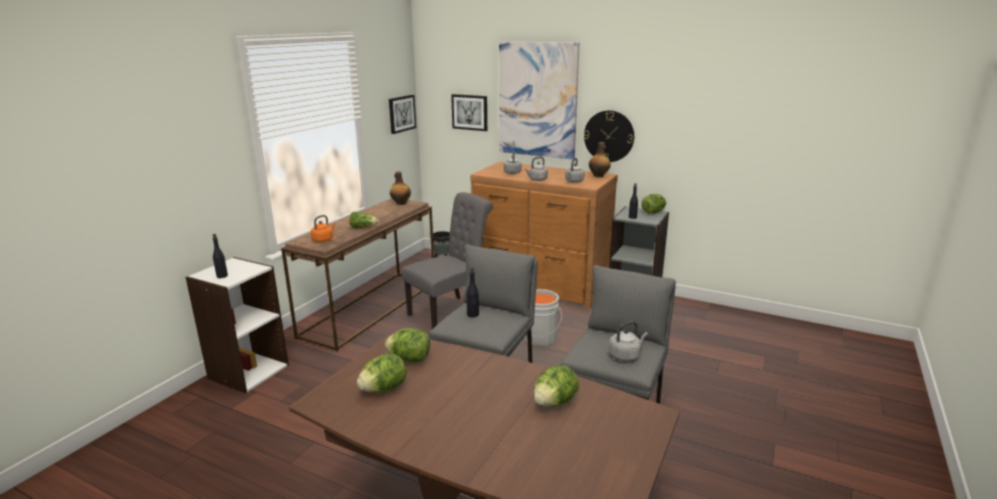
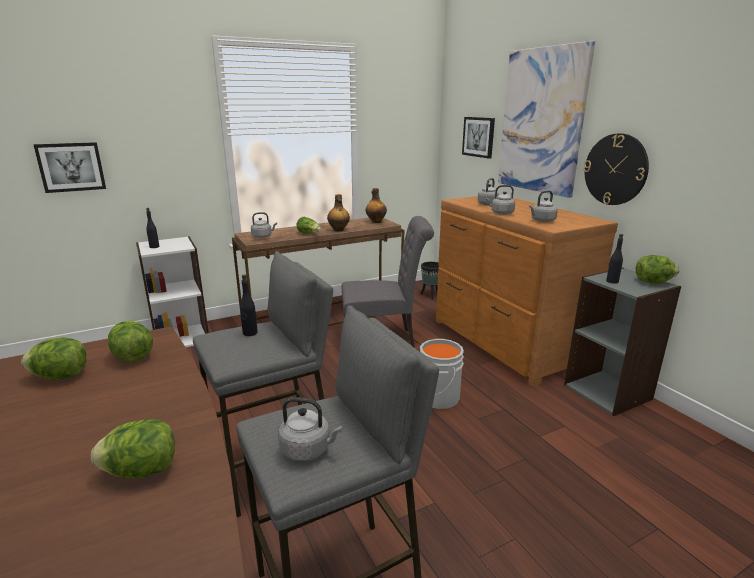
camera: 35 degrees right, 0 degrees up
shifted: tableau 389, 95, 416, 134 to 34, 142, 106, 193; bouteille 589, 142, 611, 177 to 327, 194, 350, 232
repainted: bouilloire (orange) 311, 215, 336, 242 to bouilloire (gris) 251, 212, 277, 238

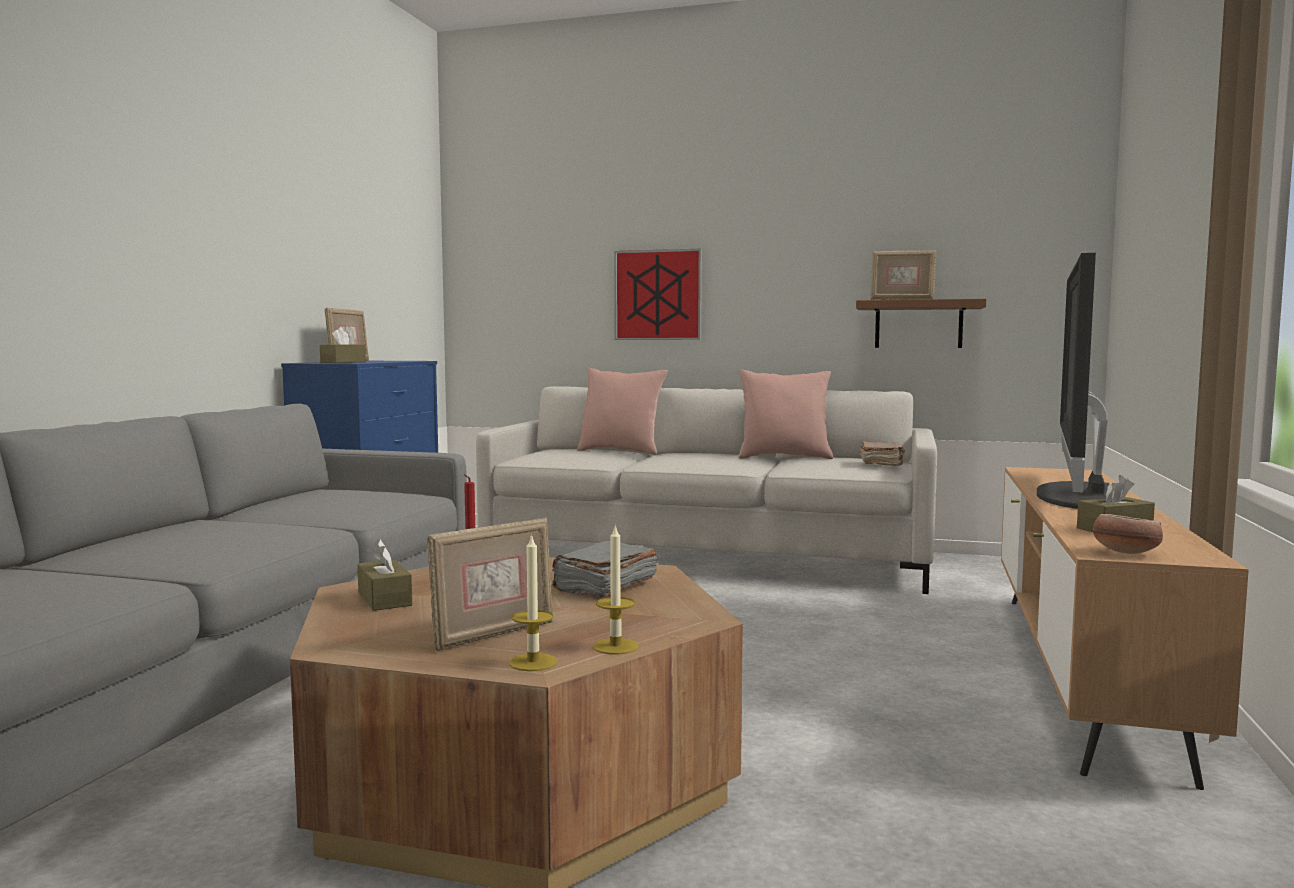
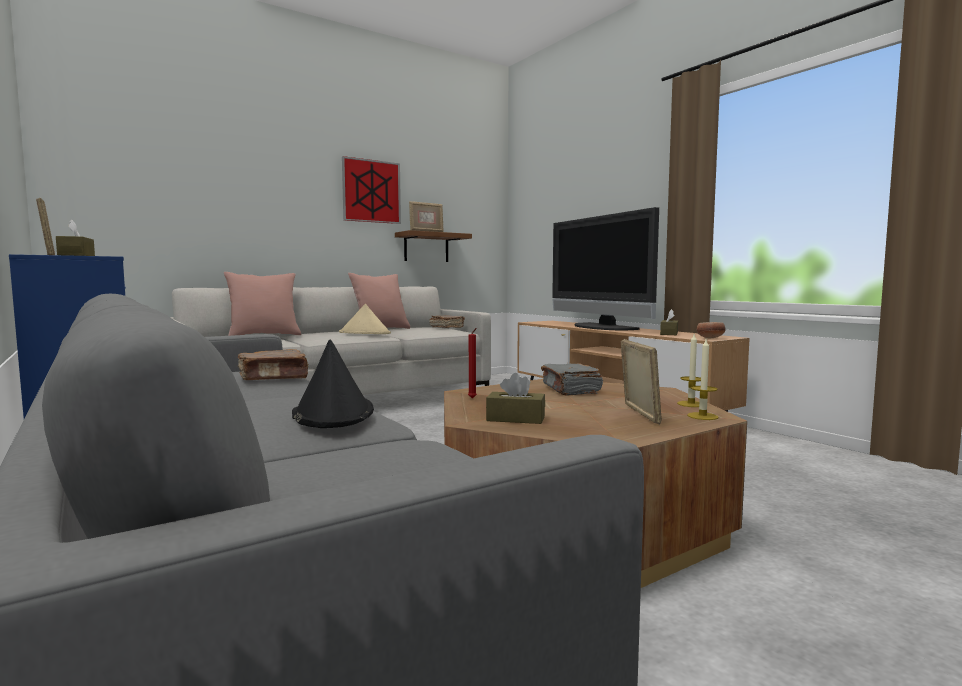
camera: 50 degrees left, 0 degrees up
new: chapeau (beige) 339, 304, 391, 334; chapeau (noir) 292, 340, 374, 428; livre (marron) 238, 349, 309, 380
shifted: tableau 614, 249, 702, 340 to 342, 156, 401, 224

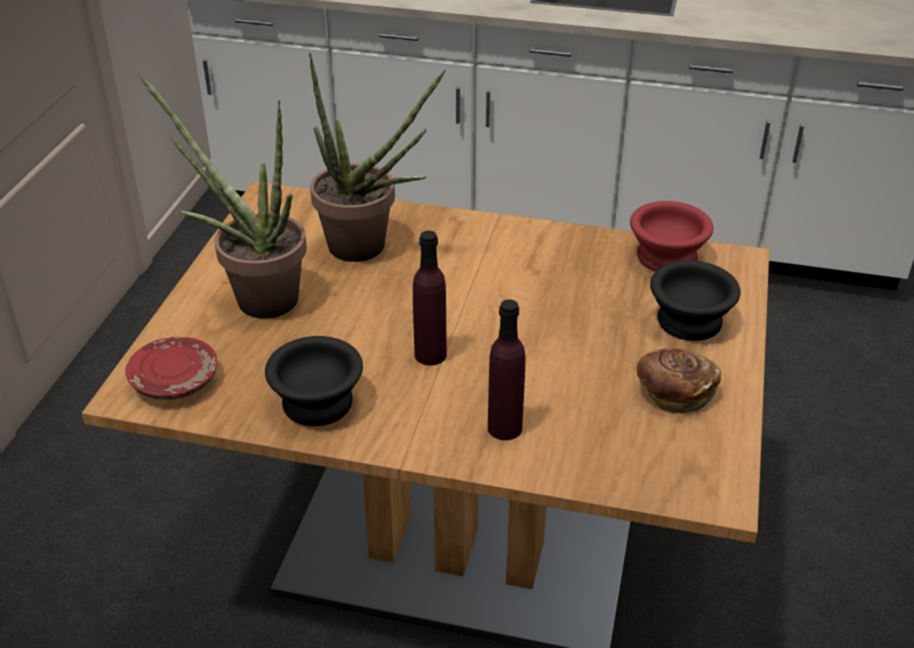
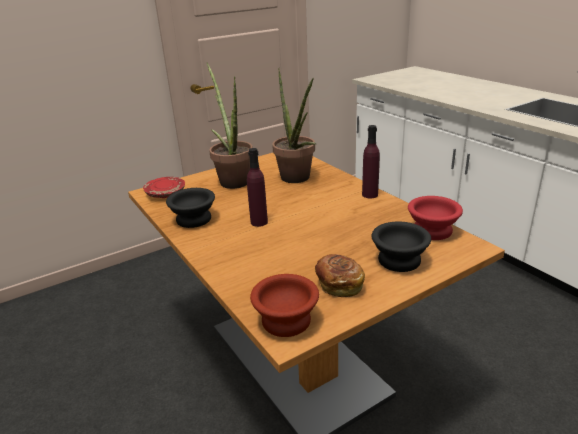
camera: 45 degrees right, 10 degrees down
new: bol (marron) 250, 274, 319, 337
shifted: bouteille (violet) 488, 299, 525, 440 to 362, 125, 380, 198

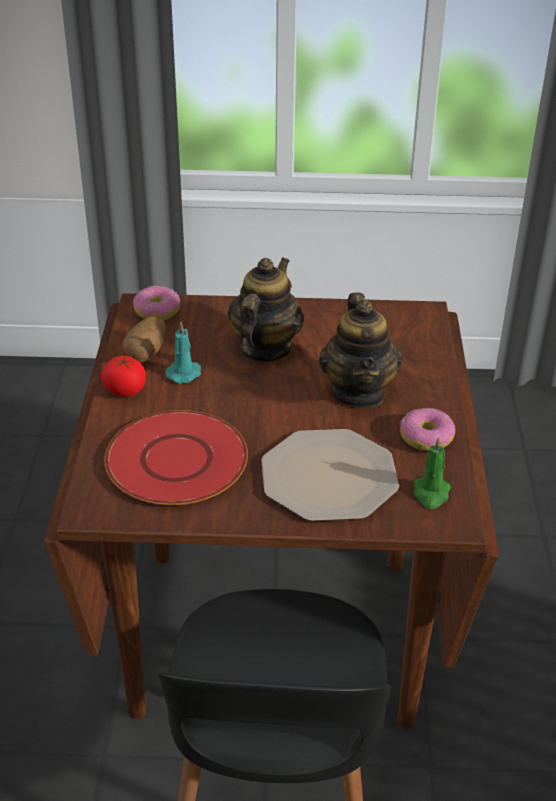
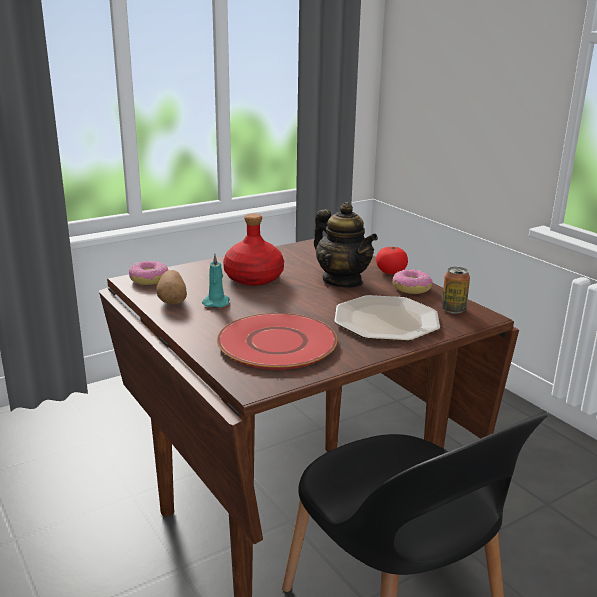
camera: 35 degrees left, 15 degrees down
shifted: tomate 101, 355, 146, 397 to 376, 247, 408, 274
swapped: théière 228, 257, 304, 362 to bouteille (rouge) 223, 214, 284, 286; bougie (vert) 414, 437, 451, 509 to boîte métallique 442, 267, 470, 314

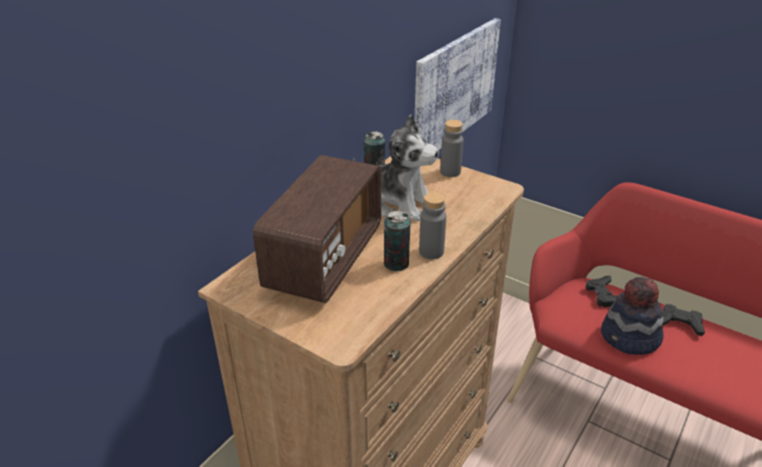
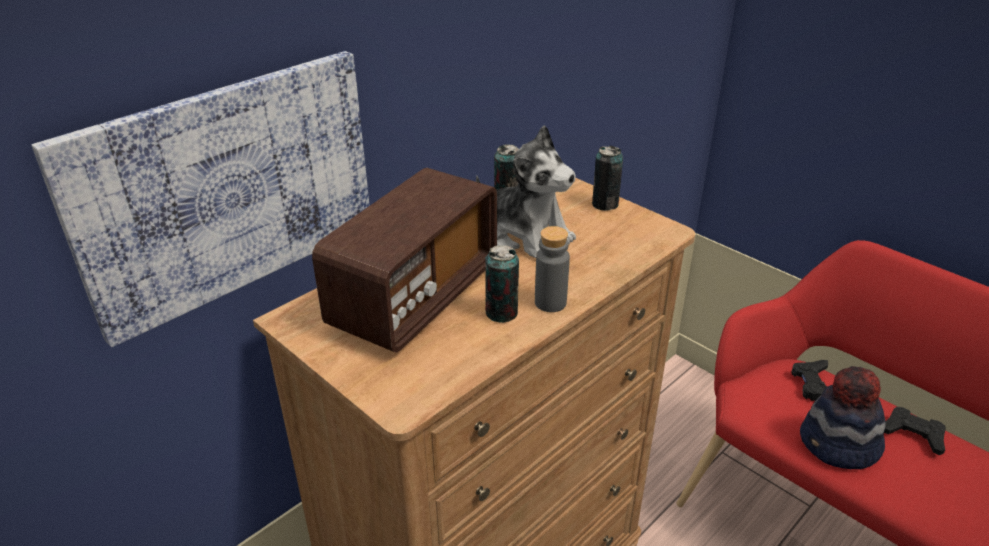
camera: 10 degrees right, 0 degrees up
shifted: tableau 415, 18, 501, 150 to 32, 51, 370, 347
swapped: bouteille (gris) 440, 120, 463, 177 to boîte métallique 592, 146, 623, 211

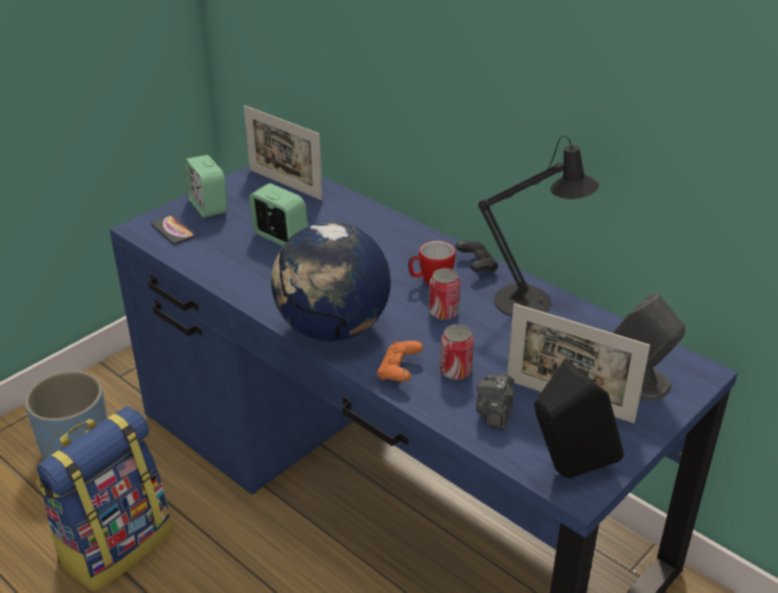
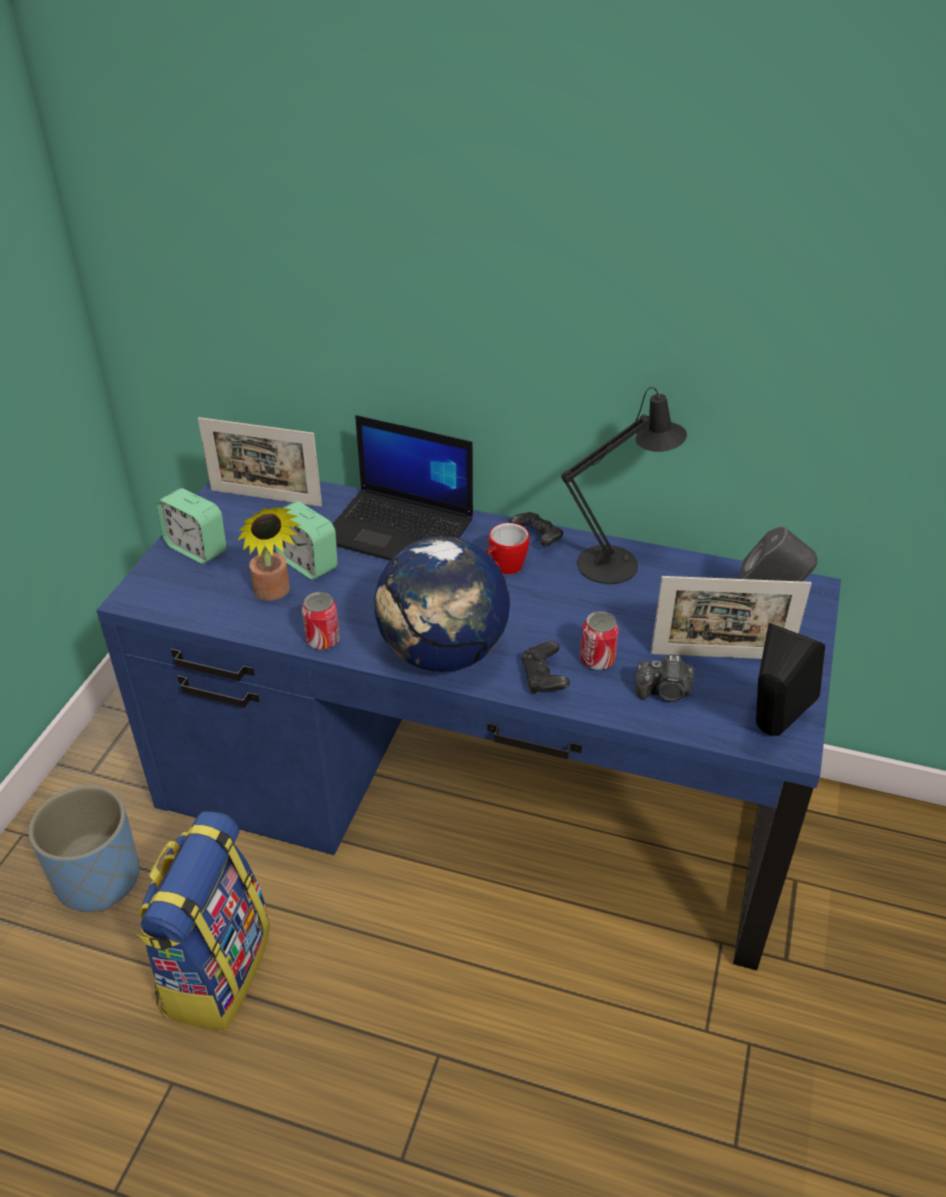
camera: 25 degrees left, 5 degrees up
gone: téléphone 151, 216, 195, 244
new: ordinateur portable 333, 415, 473, 560; plante en pot 237, 507, 302, 601
shifted: boîte métallique 429, 268, 460, 320 to 302, 592, 340, 650
repainted: manette (orange) 377, 341, 423, 382 to manette (noir) 521, 641, 570, 694
rotated: réveil 249, 183, 308, 246 = 275, 501, 338, 580 150 degrees counterclockwise; appareil photo 476, 374, 514, 430 = 635, 654, 695, 702 75 degrees counterclockwise

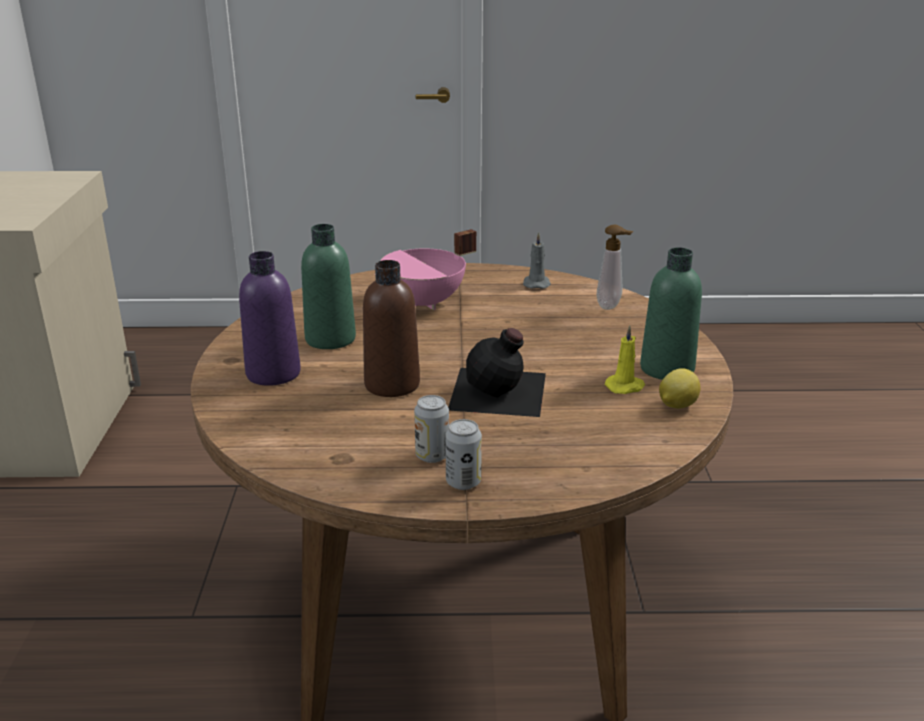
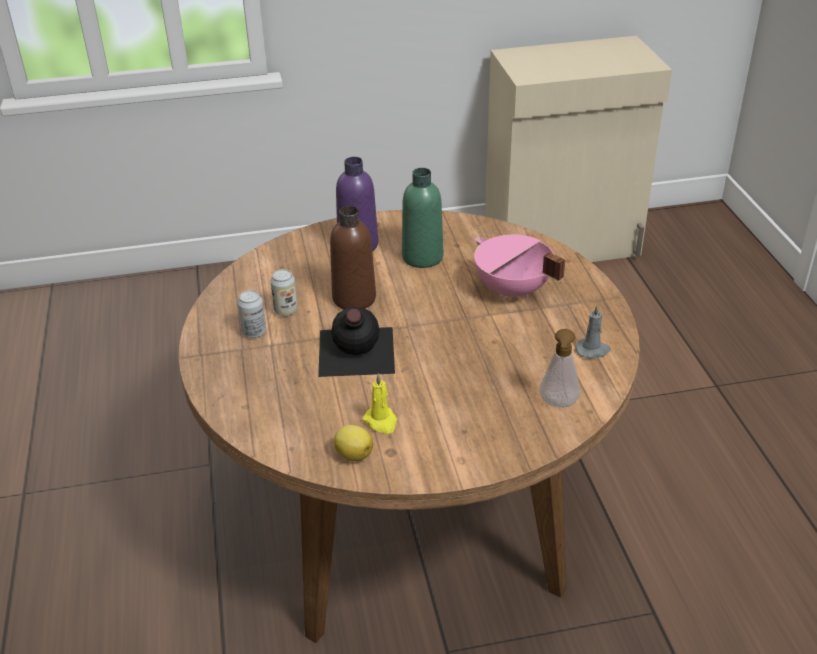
camera: 80 degrees right, 10 degrees up
gone: bouteille (vert) 640, 247, 702, 380
shifted: boîte métallique 445, 419, 482, 490 to 271, 269, 298, 316

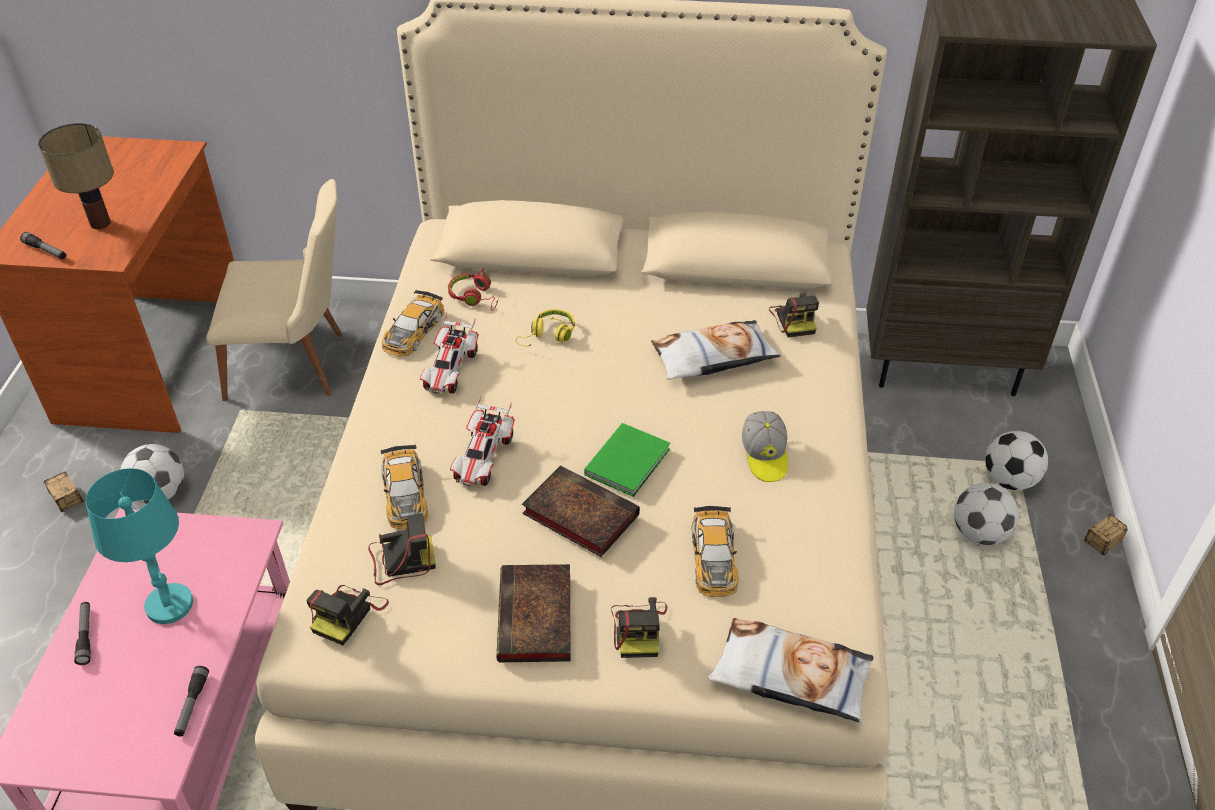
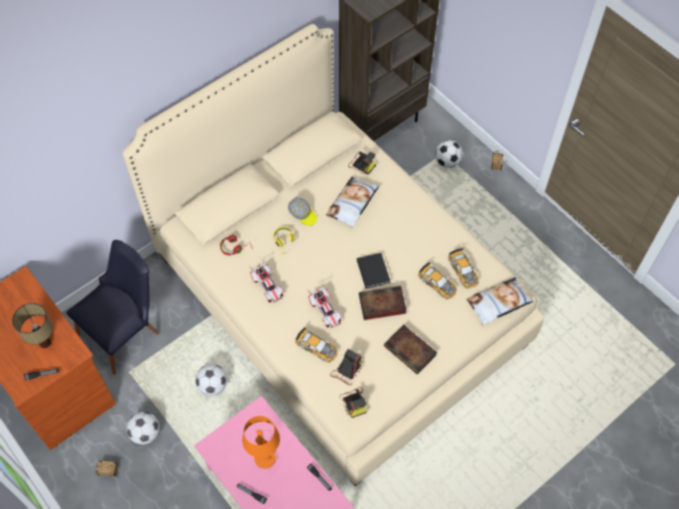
camera: 45 degrees left, 15 degrees up
gone: appareil photo 611, 597, 667, 658
shifted: petite voiture 382, 290, 444, 356 to 448, 248, 479, 288; casquette 742, 411, 788, 482 to 288, 197, 317, 226; ballon de foot 954, 483, 1019, 545 to 195, 364, 227, 396
repainted: chaise (beige) 206, 179, 342, 401 to chaise (noir) 66, 240, 159, 375; livre (vert) 584, 423, 670, 497 to livre (noir) 357, 253, 390, 289; lampe de table (turquoise) 86, 468, 193, 624 to lampe de table (orange) 242, 416, 280, 469

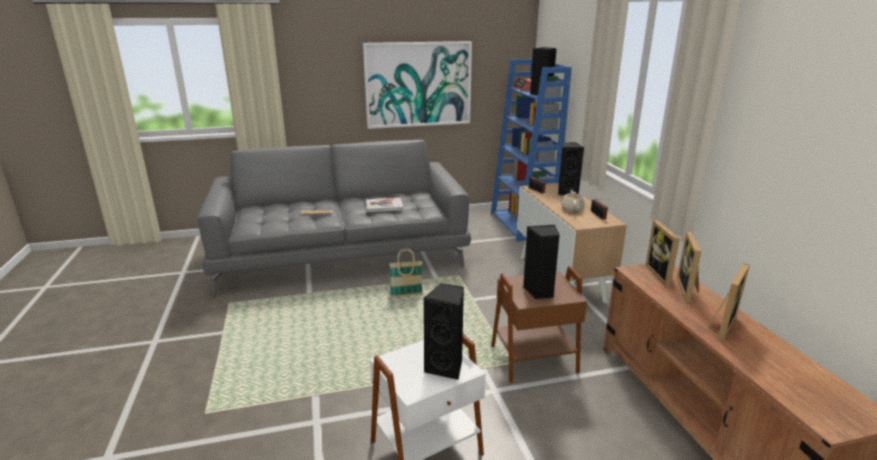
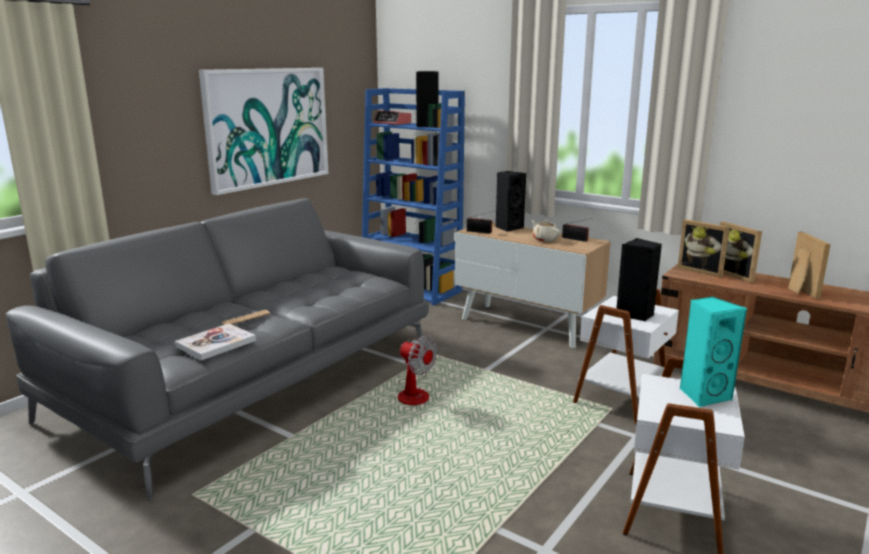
camera: 40 degrees left, 5 degrees down
shifted: livre 366, 198, 403, 212 to 175, 324, 256, 360
swapped: panier 389, 248, 423, 297 to ventilateur 396, 336, 437, 405
repainted: table d'appoint (marron) 491, 266, 587, 383 to table d'appoint (blanc) 573, 289, 679, 425; enceinte (noir) 423, 283, 464, 380 to enceinte (turquoise) 680, 297, 747, 407

